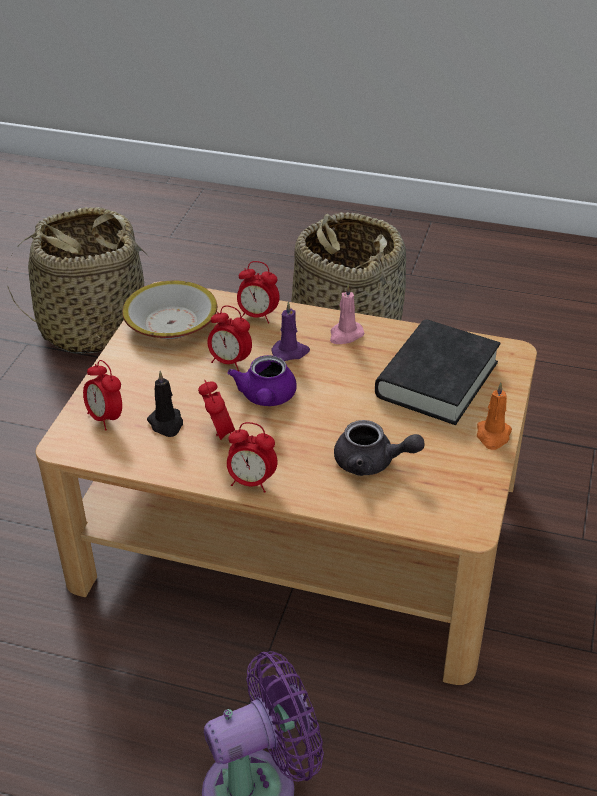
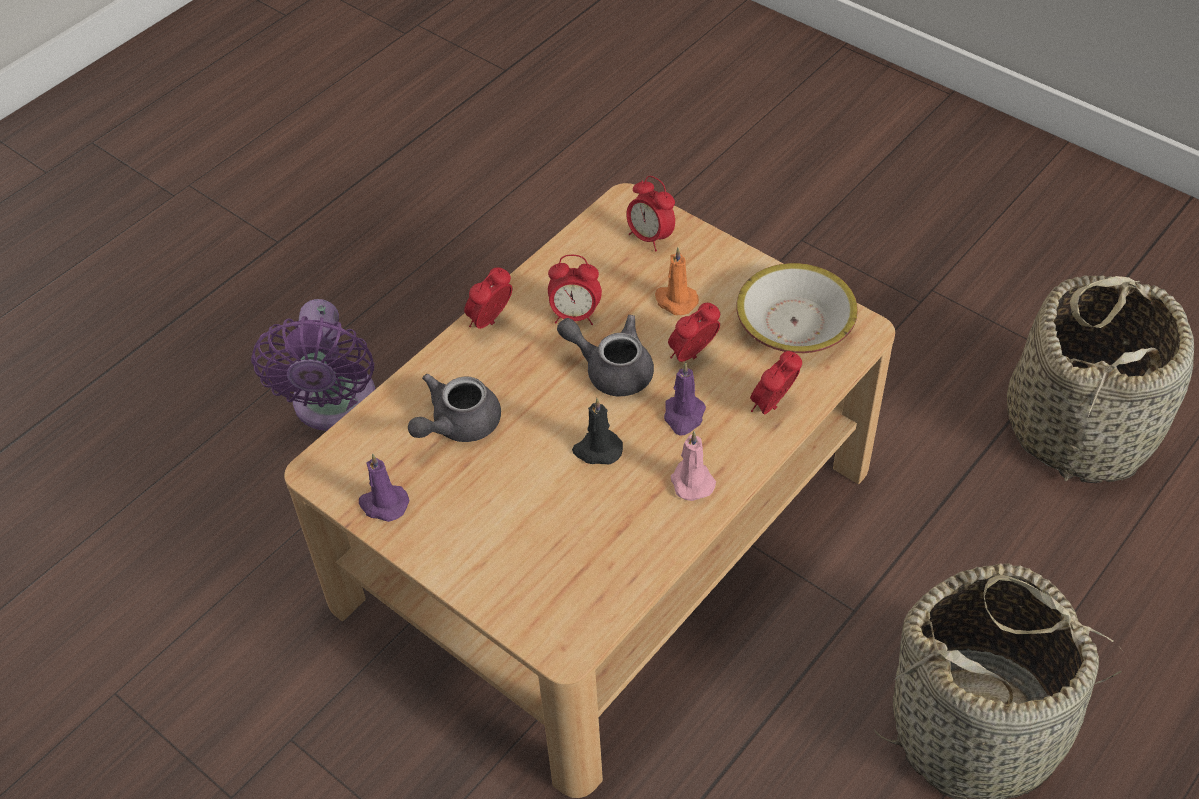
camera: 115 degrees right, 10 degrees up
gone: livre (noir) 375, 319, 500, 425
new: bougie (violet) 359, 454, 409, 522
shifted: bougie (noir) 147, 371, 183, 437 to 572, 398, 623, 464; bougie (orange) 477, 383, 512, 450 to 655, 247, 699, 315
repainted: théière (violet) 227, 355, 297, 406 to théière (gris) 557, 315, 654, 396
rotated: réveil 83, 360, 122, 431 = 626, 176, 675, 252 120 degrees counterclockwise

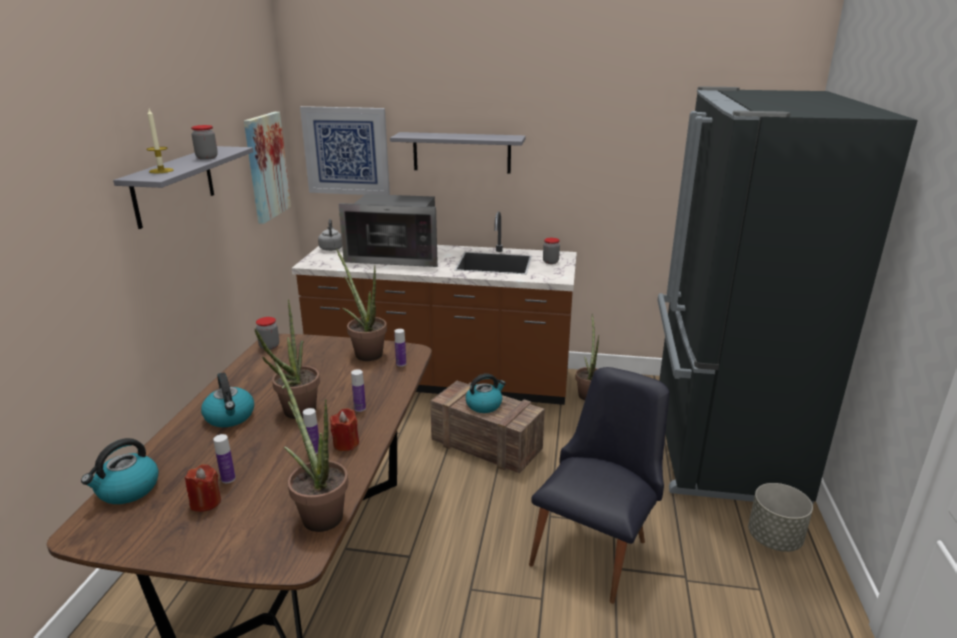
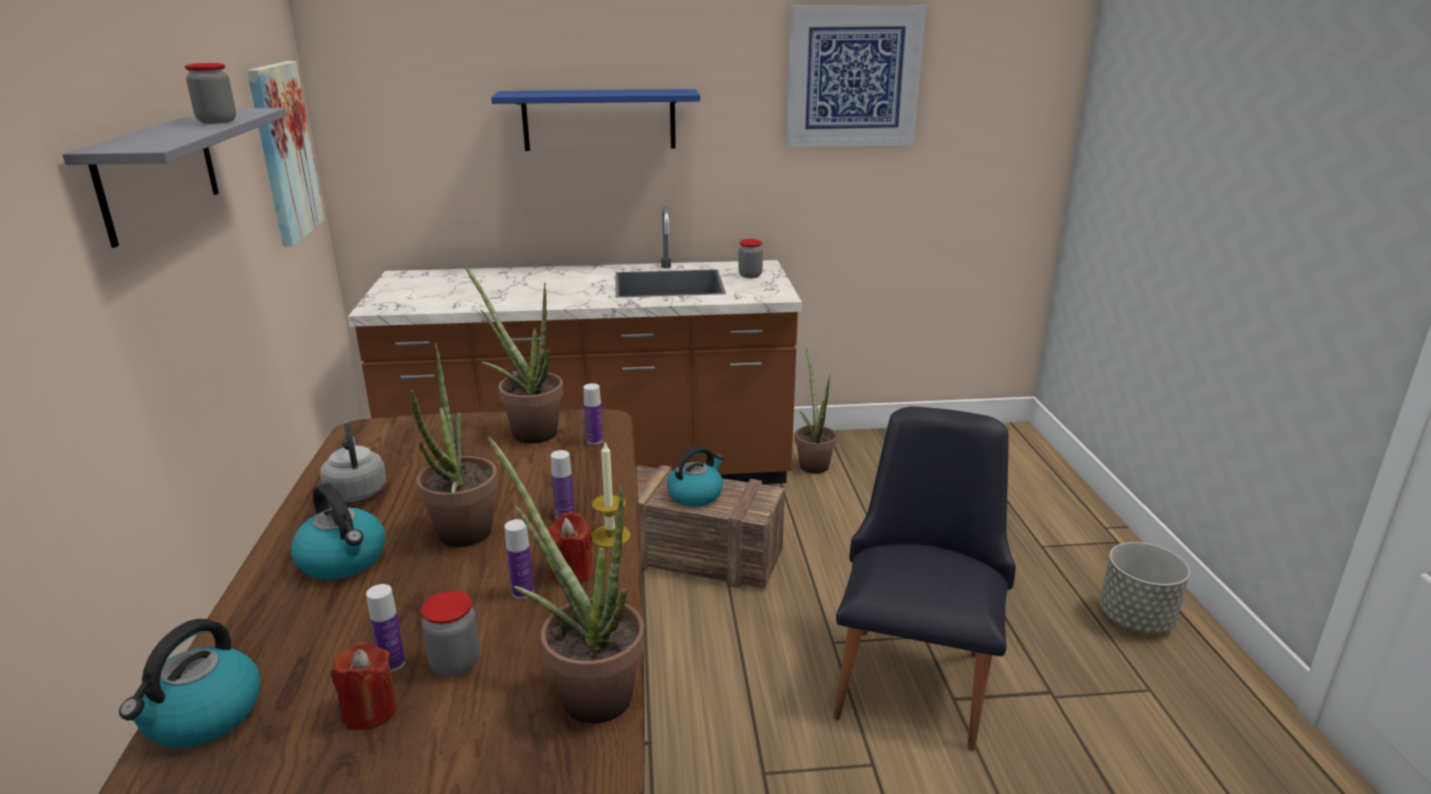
camera: 15 degrees left, 0 degrees up
gone: réfrigérateur (noir) 658, 86, 918, 504; micro-ondes 339, 194, 438, 267
shifted: tableau 300, 106, 390, 195 to 786, 5, 926, 147; bougie 147, 109, 174, 173 to 591, 443, 631, 548; bouilloire (gris) 318, 219, 342, 251 to 320, 423, 386, 502; bocal 256, 317, 279, 350 to 421, 591, 480, 677
repainted: étagère (gris) 390, 132, 526, 174 to étagère (bleu) 491, 89, 700, 151

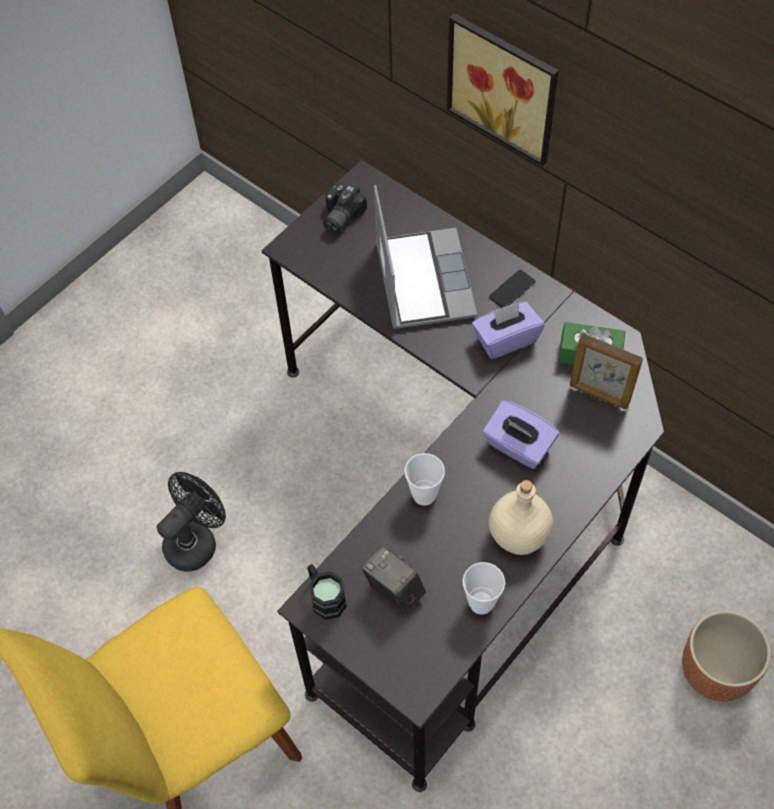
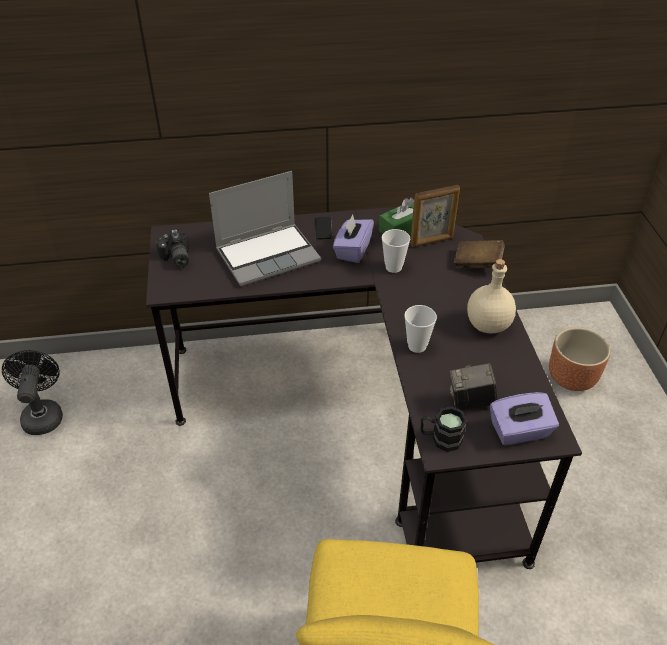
camera: 50 degrees left, 15 degrees down
gone: tableau 447, 13, 559, 166
new: livre (marron) 454, 240, 505, 268
shifted: boîte à mouchoirs (violet) 483, 400, 559, 469 to 490, 392, 559, 445; ventilateur (noir) 157, 472, 226, 572 to 2, 350, 63, 435; tasse 463, 562, 505, 615 to 382, 229, 410, 273
rotated: ordinateur portable 374, 185, 477, 329 = 209, 171, 321, 286 120 degrees clockwise

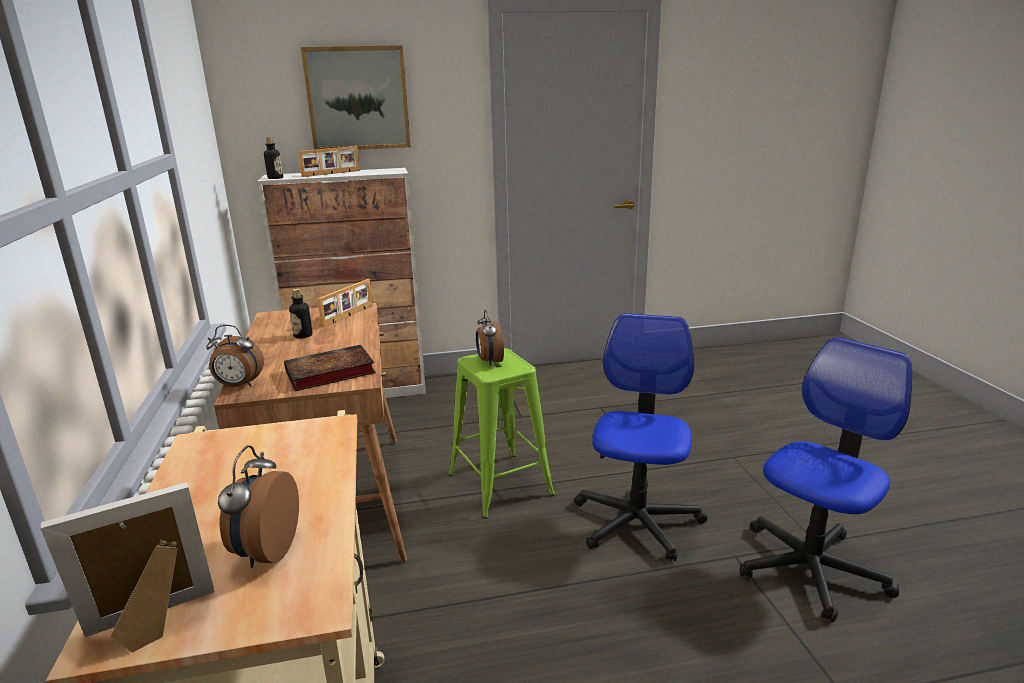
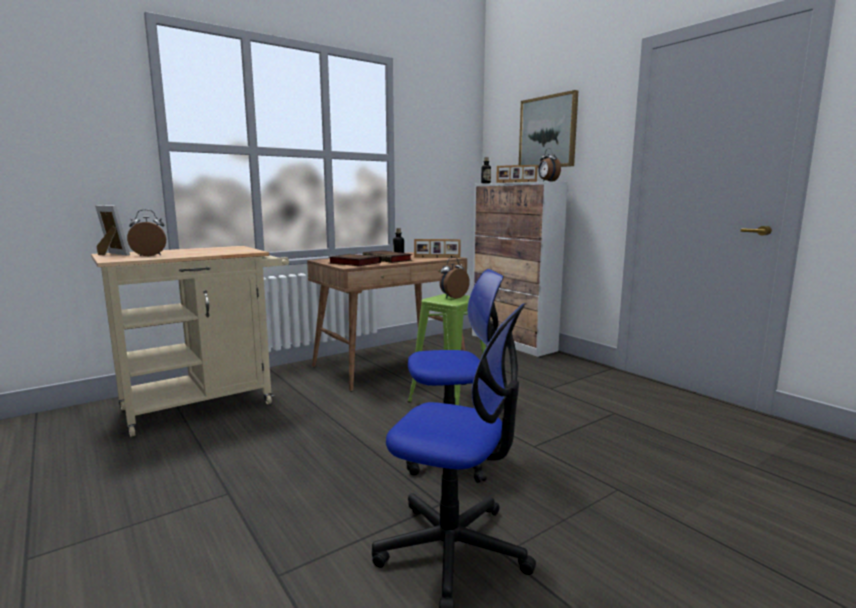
camera: 65 degrees right, 10 degrees down
new: livre 362, 250, 412, 263
shifted: réveil 206, 325, 264, 387 to 539, 148, 561, 181

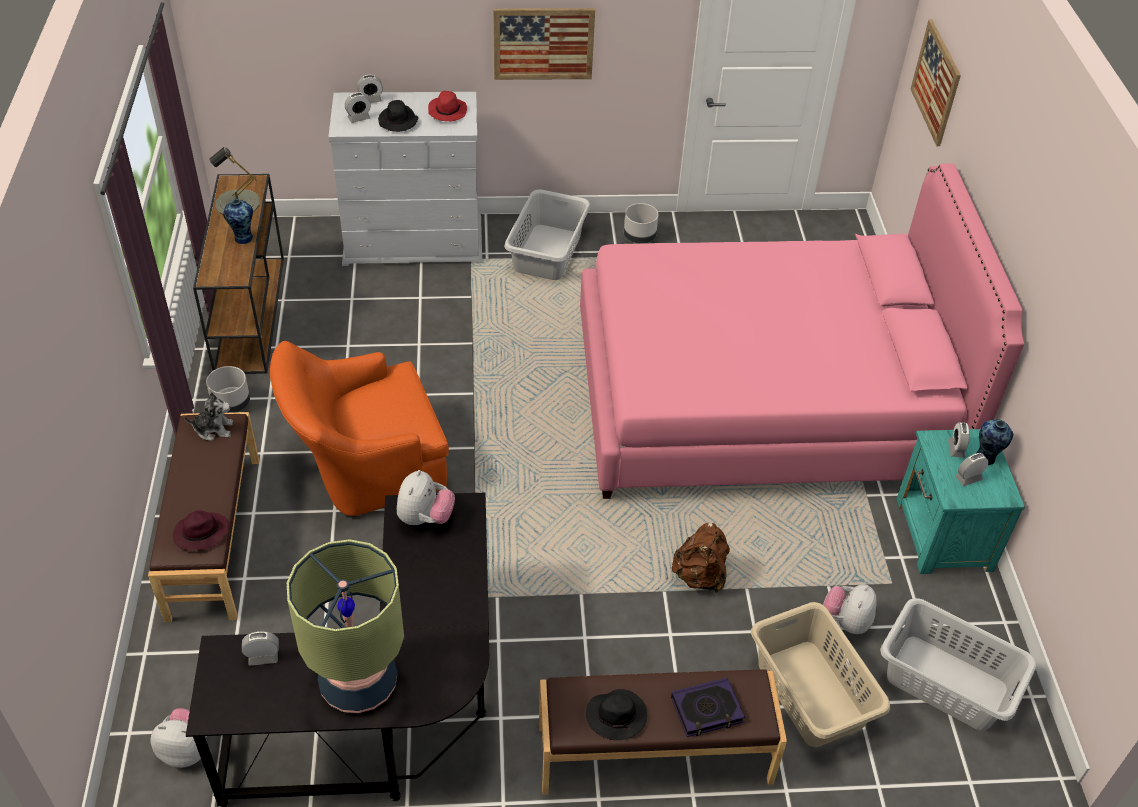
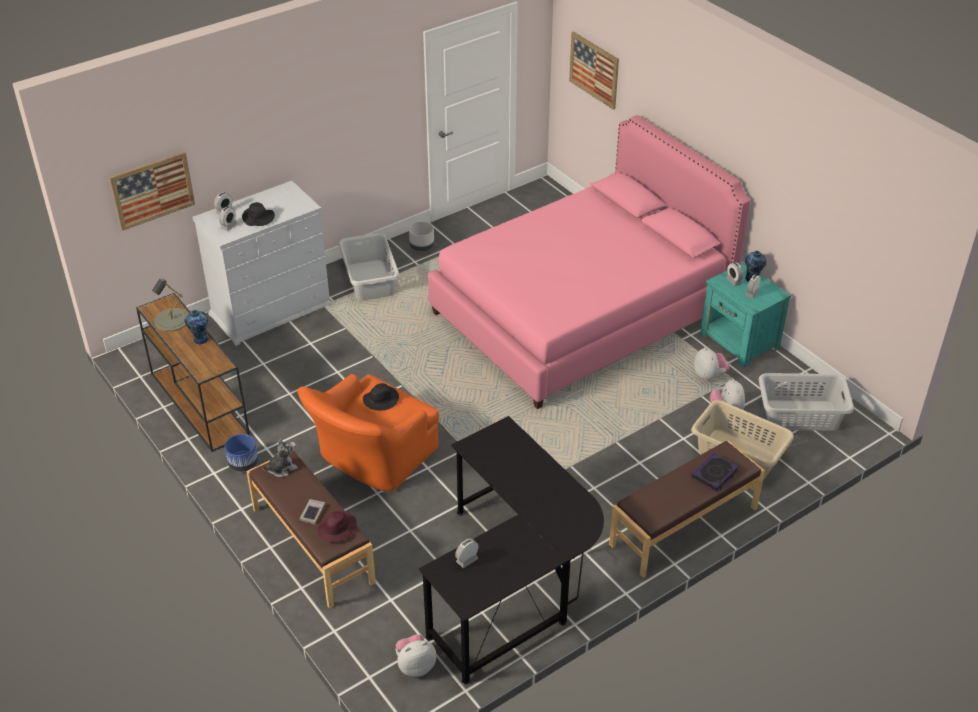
camera: 30 degrees left, 5 degrees down
gone: chapeau (rouge) 428, 91, 467, 121; sac à dos (marron) 672, 523, 730, 593; lampe de table 287, 539, 404, 713
new: livre 300, 499, 325, 525
shifted: tableau 493, 8, 595, 80 to 109, 151, 195, 231; peluche 397, 470, 455, 525 to 694, 347, 729, 381; chapeau (noir) 586, 689, 647, 741 to 363, 383, 399, 410
repainted: cache-pot (gris) 206, 366, 250, 413 to cache-pot (bleu) 225, 434, 258, 472

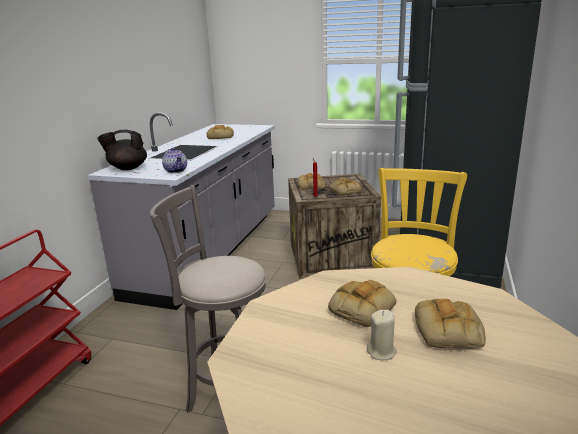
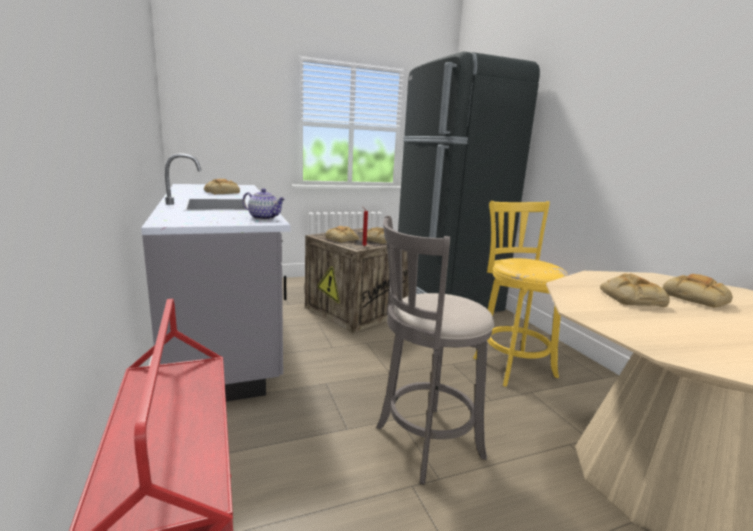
camera: 40 degrees left, 5 degrees down
gone: théière (noir) 97, 130, 147, 170; bougie (beige) 367, 310, 397, 360

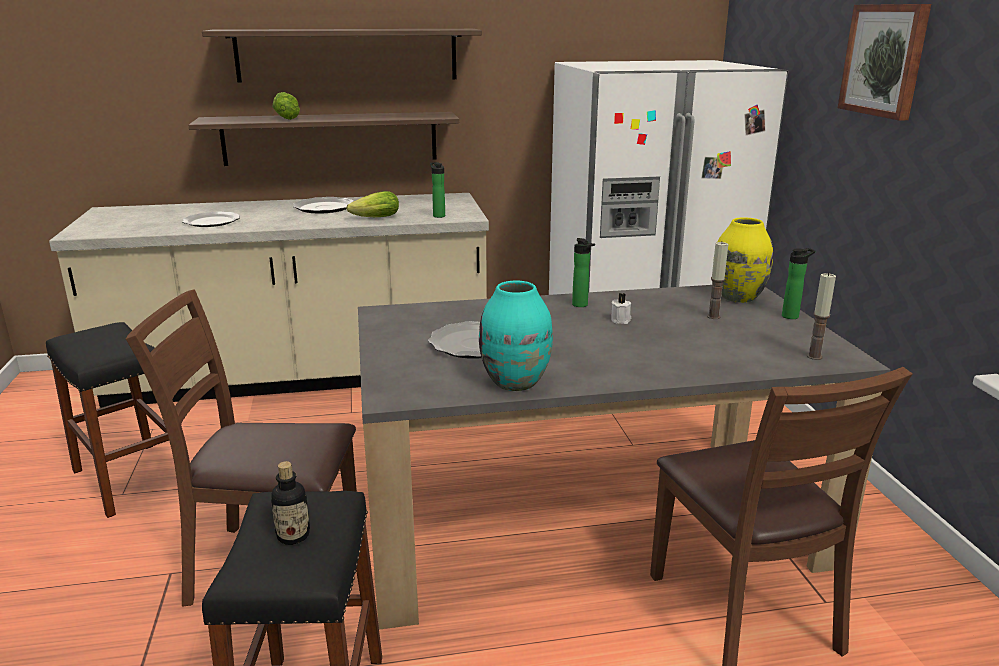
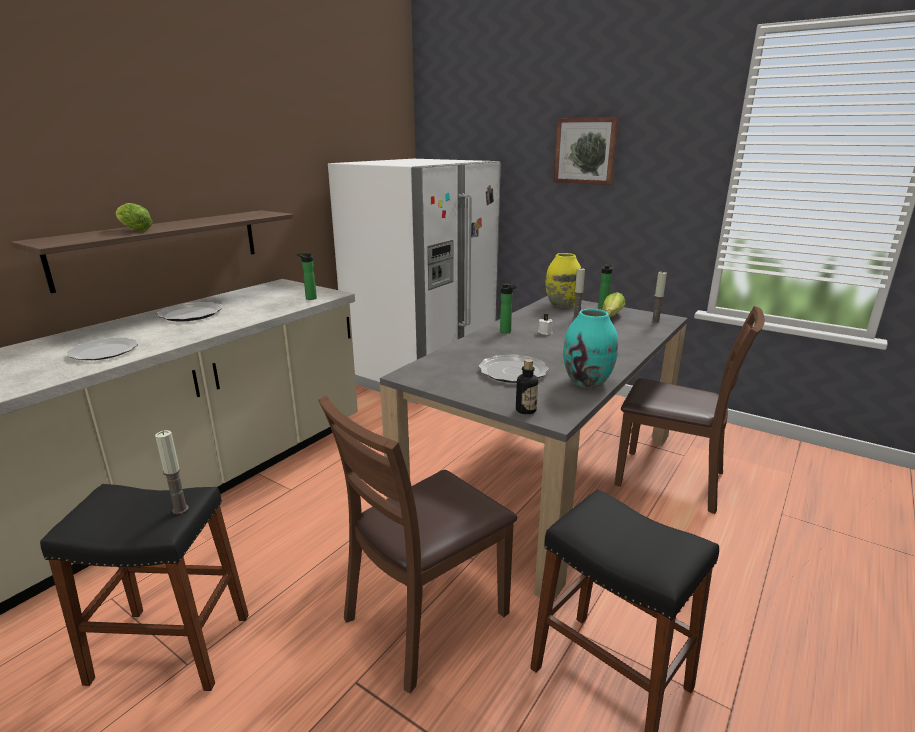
camera: 45 degrees left, 0 degrees up
gone: étagère 202, 29, 482, 83
new: bougie 155, 430, 189, 514
shifted: laitue 346, 191, 399, 217 to 602, 292, 626, 317; bouteille 271, 461, 310, 545 to 516, 359, 538, 414

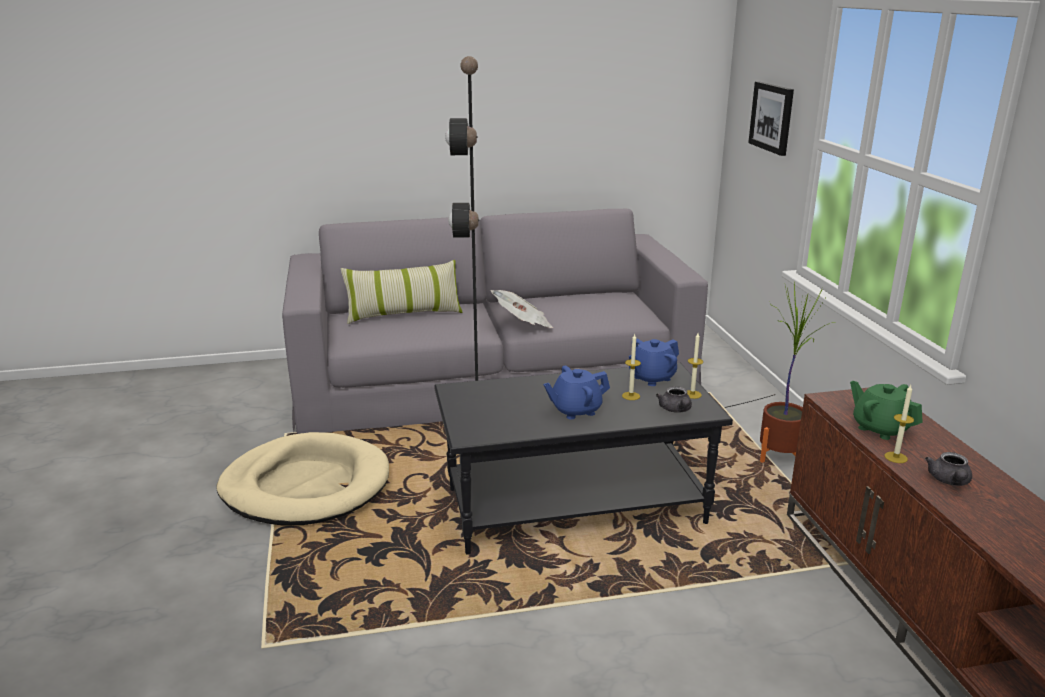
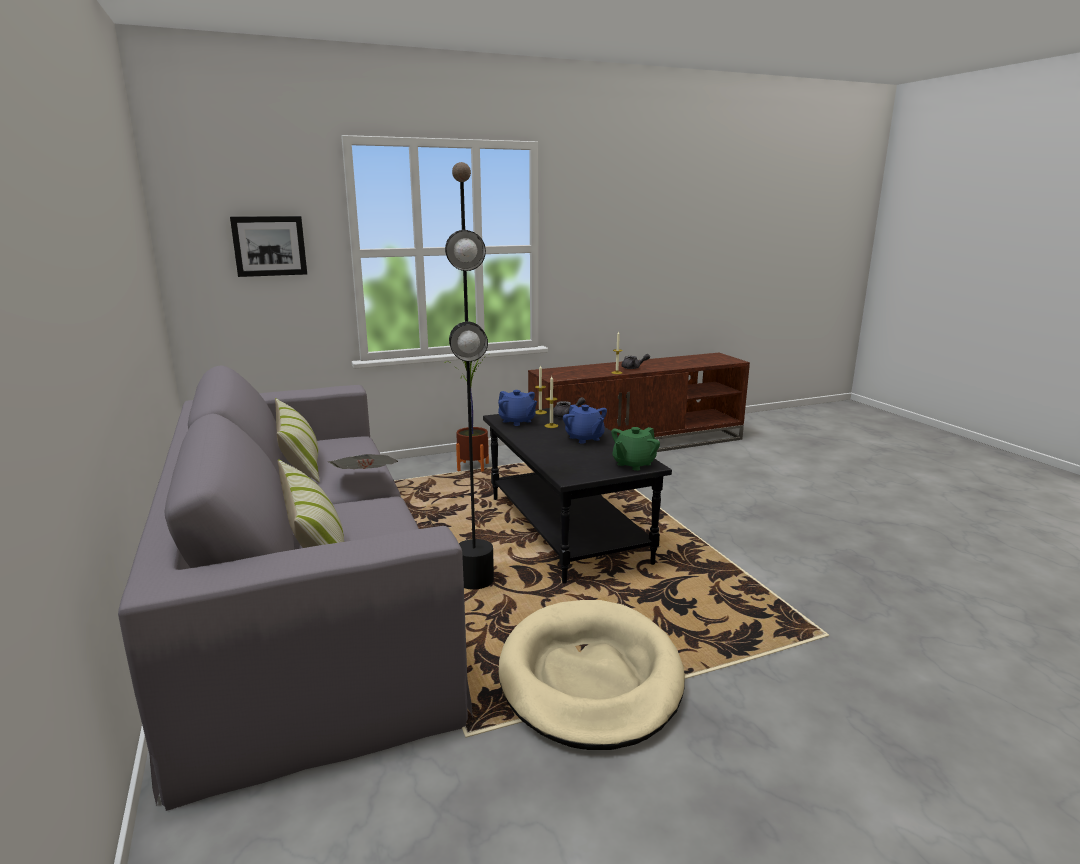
camera: 100 degrees left, 5 degrees down
new: coussin 275, 398, 320, 482
shifted: théière (vert) 850, 381, 923, 440 to 611, 427, 660, 471

